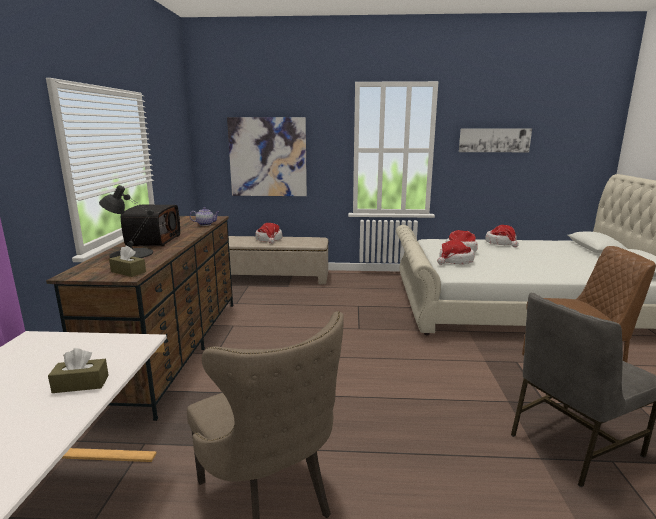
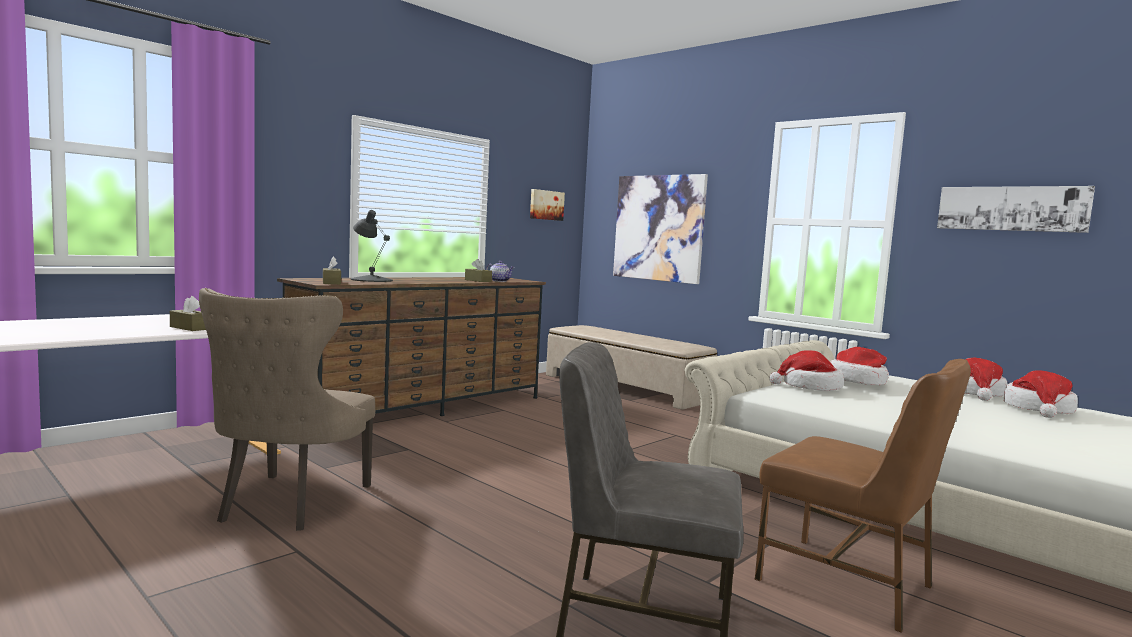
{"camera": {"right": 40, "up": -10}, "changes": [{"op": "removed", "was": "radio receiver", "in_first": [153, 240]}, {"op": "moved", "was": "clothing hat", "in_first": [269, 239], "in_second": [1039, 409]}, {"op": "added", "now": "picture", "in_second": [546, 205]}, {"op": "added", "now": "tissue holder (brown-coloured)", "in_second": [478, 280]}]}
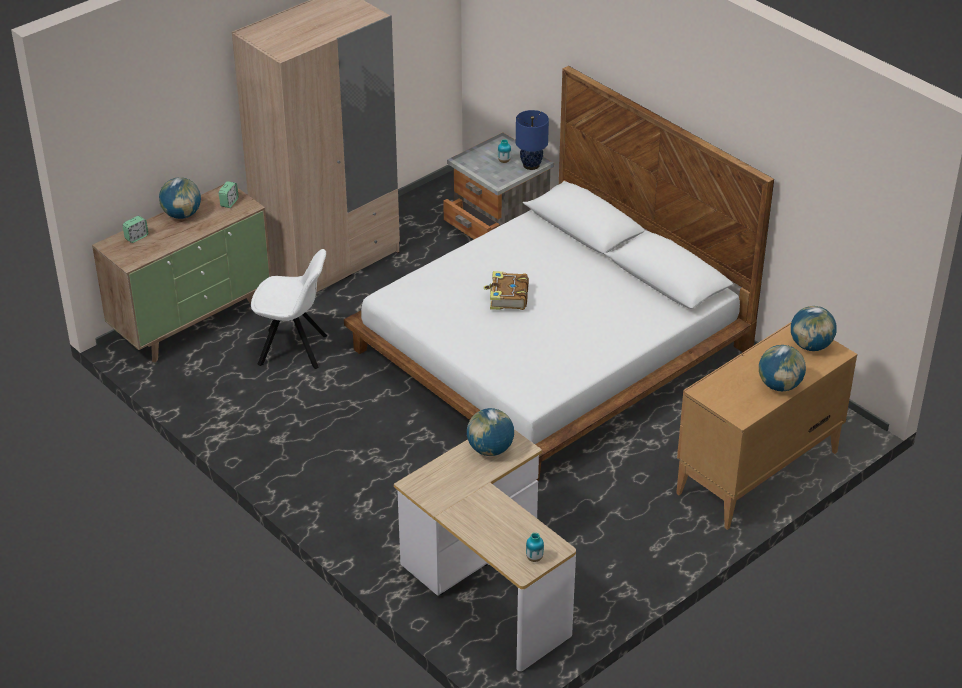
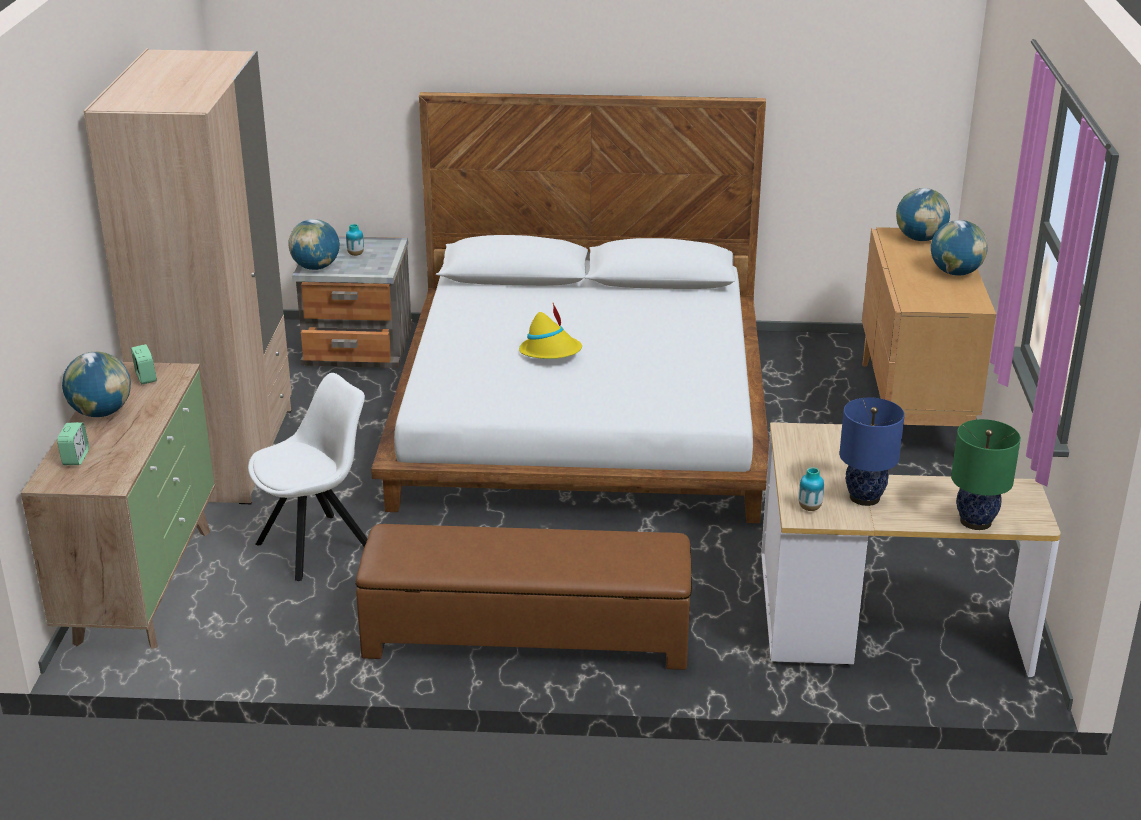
{"camera": {"right": -45, "up": -10}, "changes": [{"op": "moved", "was": "table lamp (bluish)", "in_first": [531, 165], "in_second": [864, 497]}, {"op": "replaced", "was": "bound book", "now": "clothing hat (yellow-coloured)", "in_first": [507, 297], "in_second": [551, 352]}, {"op": "moved", "was": "world globe", "in_first": [490, 449], "in_second": [316, 267]}, {"op": "moved", "was": "decorative vase", "in_first": [534, 558], "in_second": [809, 508]}, {"op": "added", "now": "table lamp (green-coloured)", "in_second": [976, 521]}, {"op": "added", "now": "bench (brown-coloured)", "in_second": [525, 634]}]}
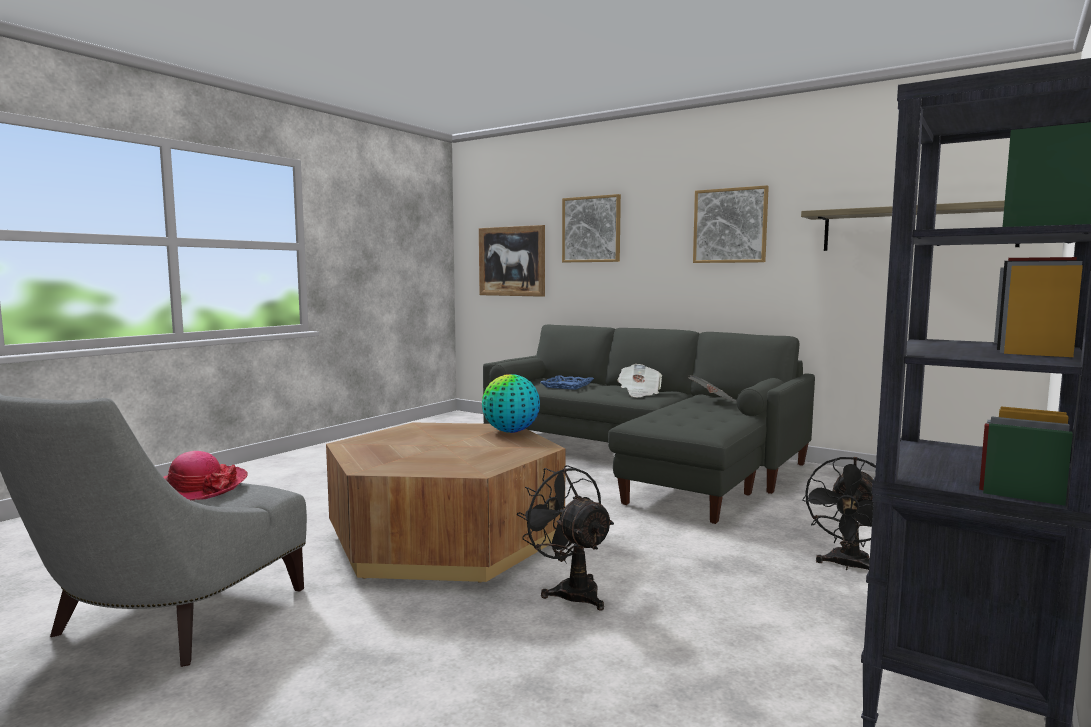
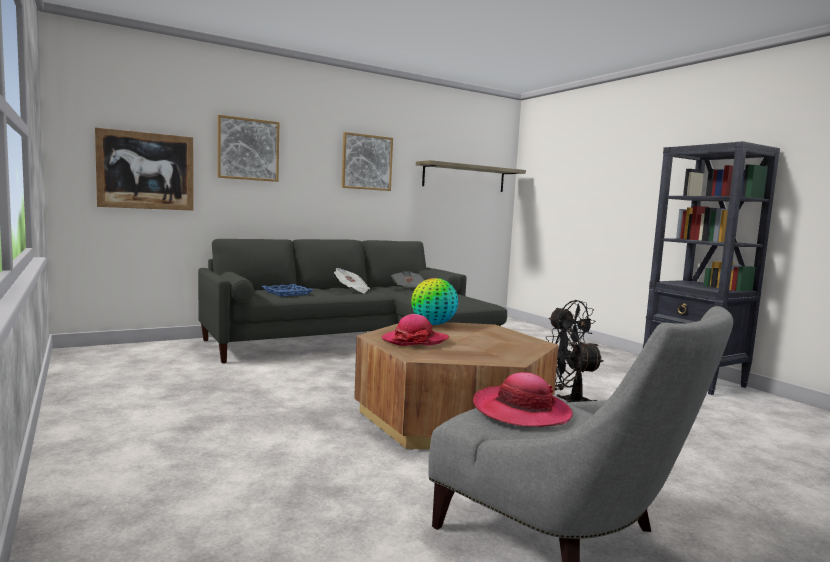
{"camera": {"right": -65, "up": 0}, "changes": [{"op": "added", "now": "clothing hat", "in_second": [415, 340]}]}
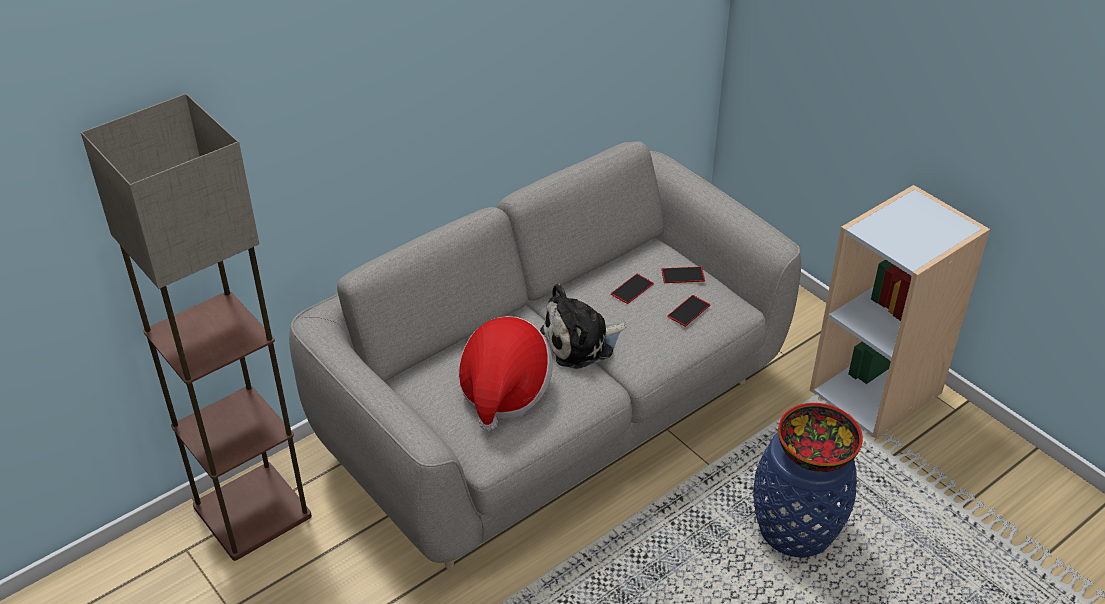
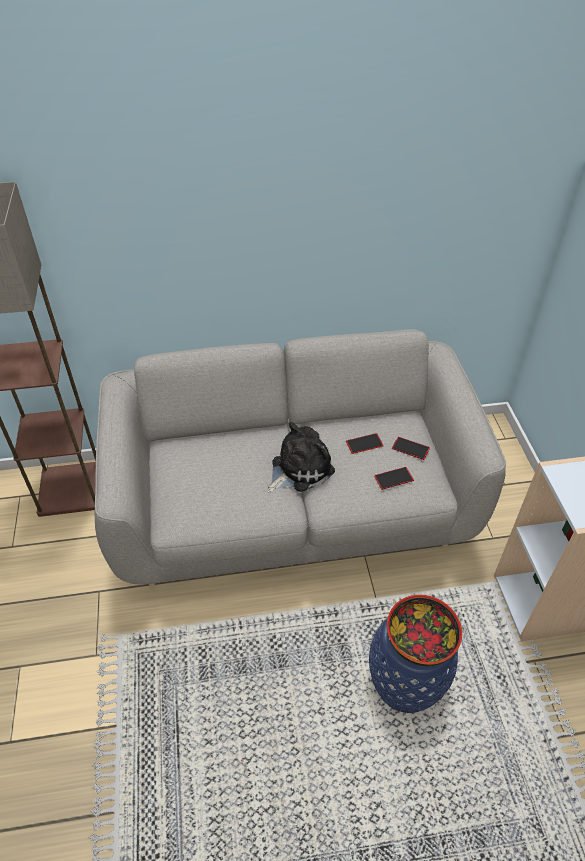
{"camera": {"right": 30, "up": 5}, "changes": [{"op": "turned", "was": "plush toy", "in_first": [582, 342], "in_second": [299, 469], "clockwise": 135}, {"op": "removed", "was": "clothing hat", "in_first": [504, 391]}]}
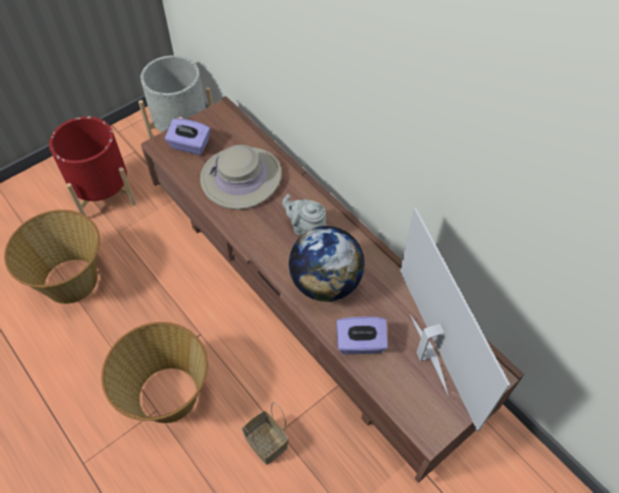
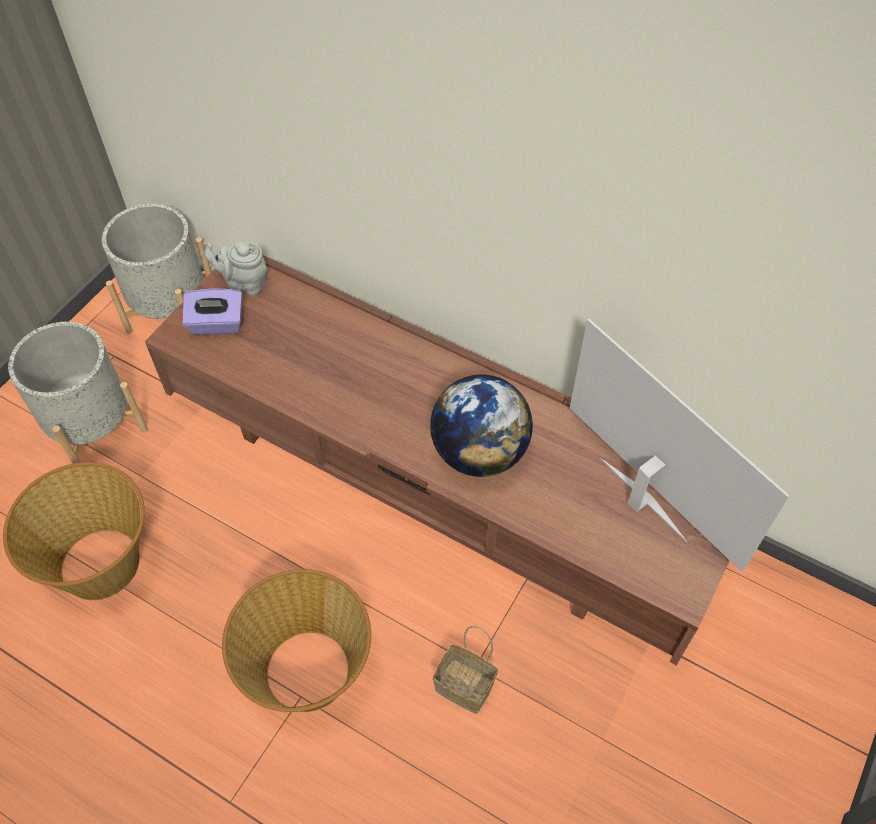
{"camera": {"right": -20, "up": 0}, "changes": [{"op": "recoloured", "was": "planter (red-coloured)", "now": "planter (greyish)", "in_first": [104, 193], "in_second": [94, 428]}, {"op": "removed", "was": "clothing hat (beige)", "in_first": [241, 178]}, {"op": "moved", "was": "tea pot (greyish)", "in_first": [306, 229], "in_second": [244, 283]}, {"op": "removed", "was": "tissue holder (purple)", "in_first": [360, 344]}]}
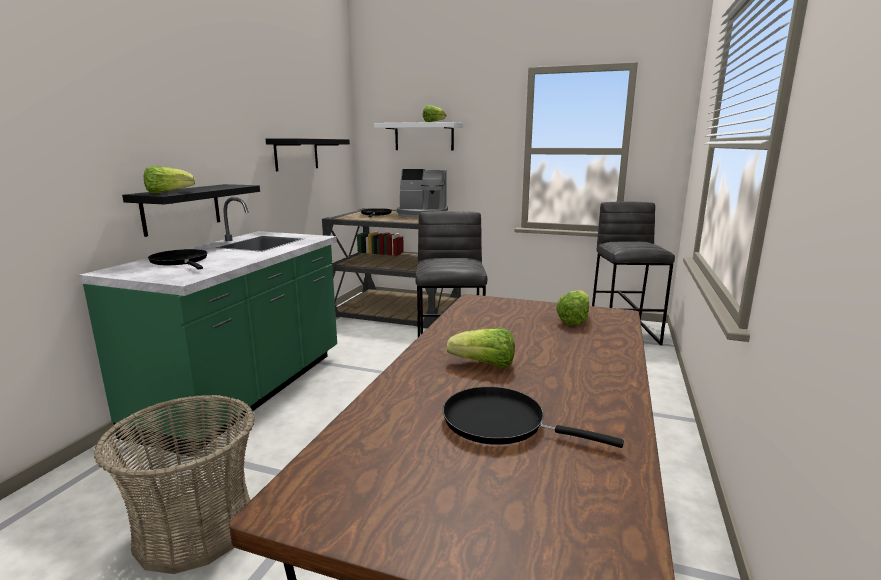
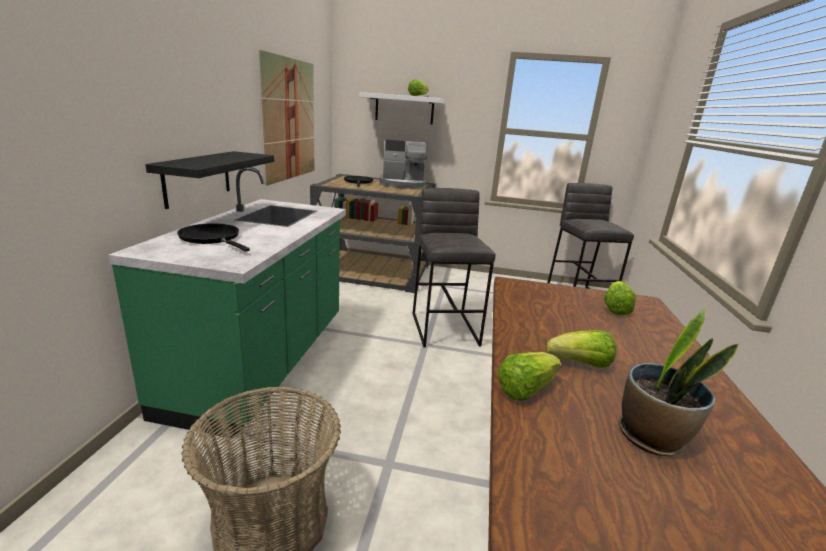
{"camera": {"right": -10, "up": 5}, "changes": [{"op": "replaced", "was": "shelf (blackish)", "now": "picture", "in_first": [296, 154], "in_second": [290, 120]}, {"op": "moved", "was": "head of lettuce", "in_first": [168, 193], "in_second": [525, 389]}, {"op": "replaced", "was": "pan (blackish)", "now": "potted plant", "in_first": [501, 422], "in_second": [651, 437]}]}
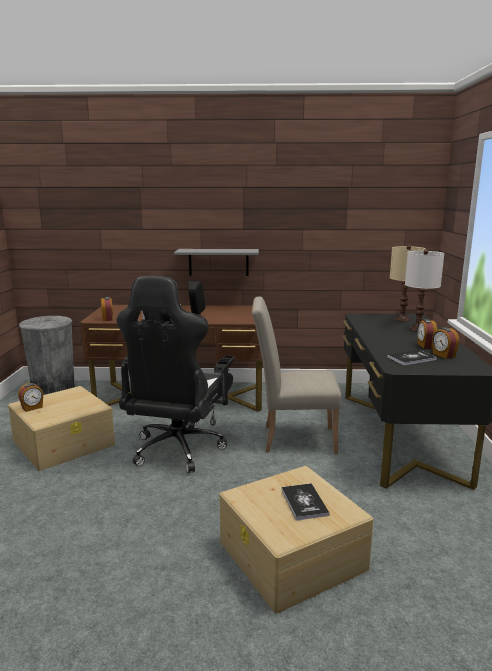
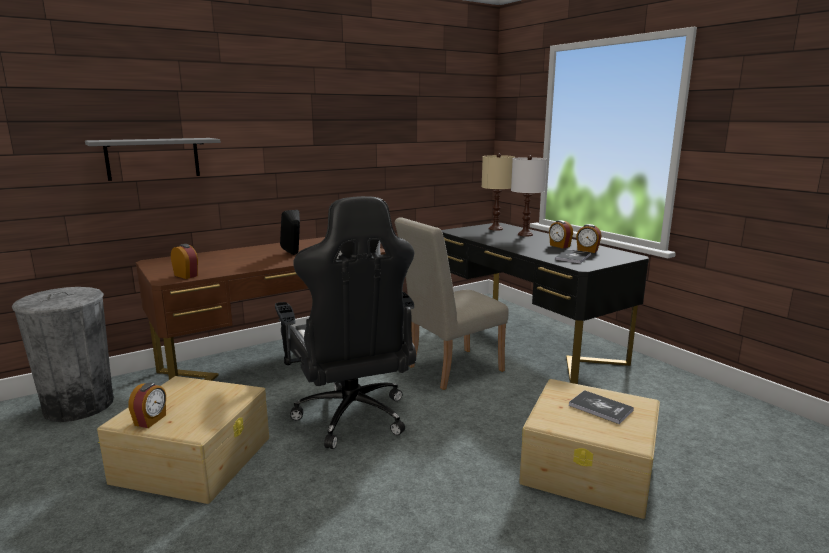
{"camera": {"right": -35, "up": 0}, "changes": [{"op": "moved", "was": "shelf (greyish)", "in_first": [218, 262], "in_second": [153, 158]}]}
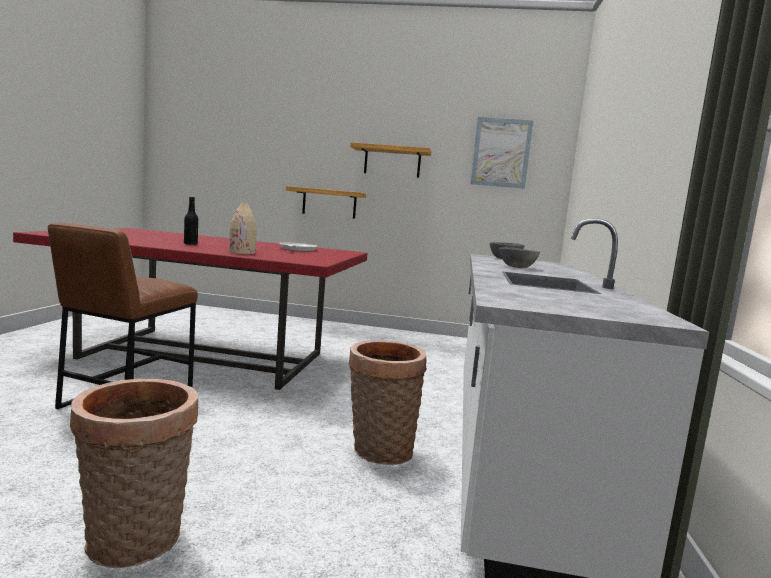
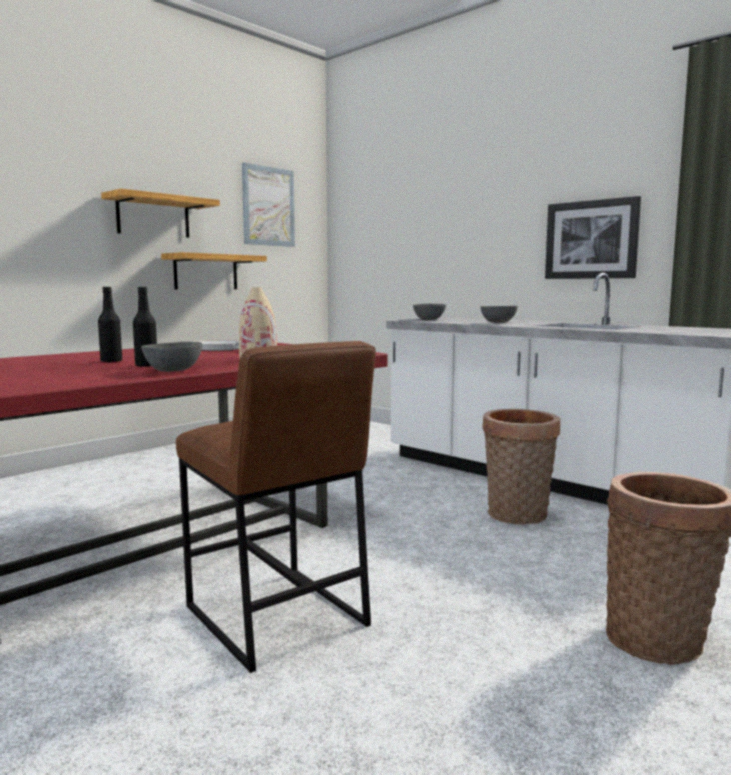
{"camera": {"right": -55, "up": 0}, "changes": [{"op": "moved", "was": "shelf", "in_first": [329, 203], "in_second": [206, 272]}, {"op": "added", "now": "picture", "in_second": [591, 240]}, {"op": "added", "now": "beverage bottle (blackish)", "in_second": [111, 361]}, {"op": "added", "now": "bowl (greyish)", "in_second": [174, 371]}]}
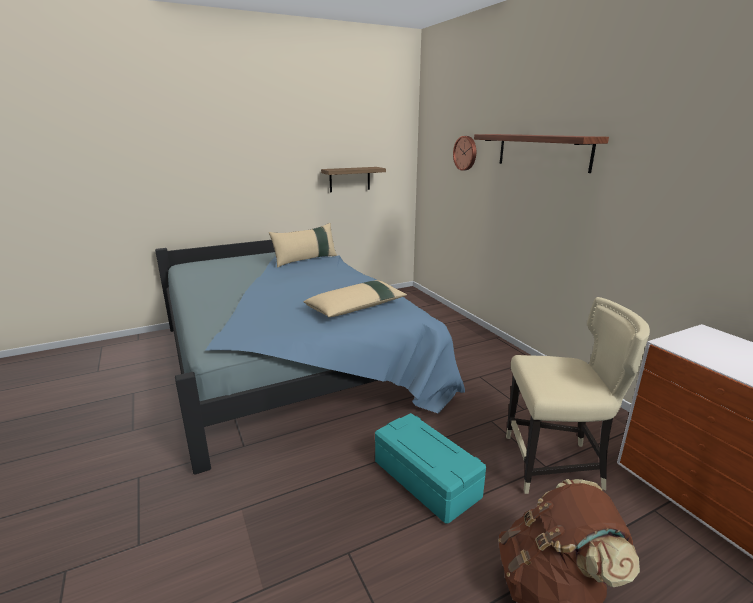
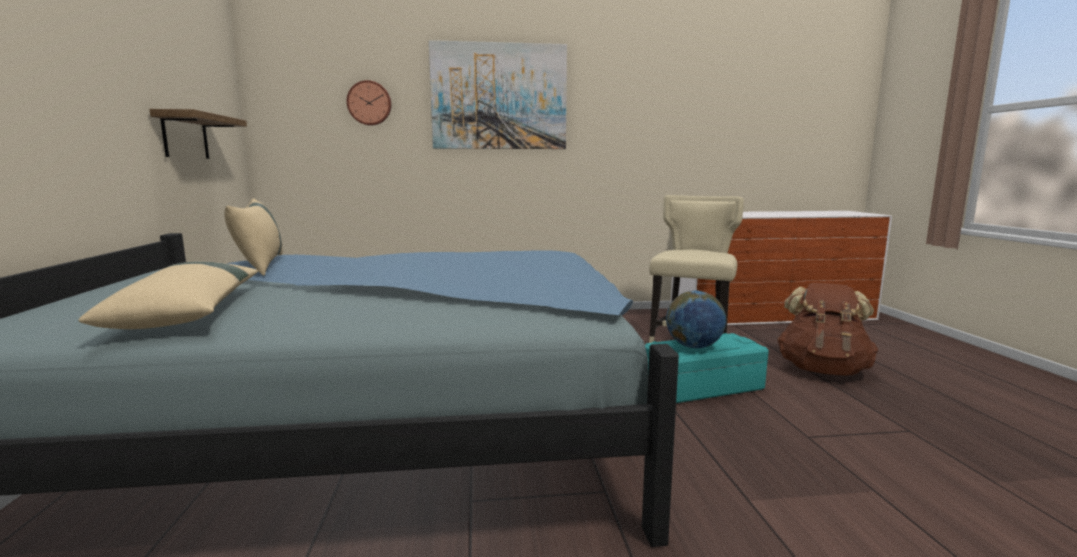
{"camera": {"right": -70, "up": -10}, "changes": [{"op": "replaced", "was": "shelf", "now": "picture", "in_first": [542, 151], "in_second": [499, 97]}, {"op": "moved", "was": "pillow (beige)", "in_first": [357, 307], "in_second": [189, 311]}, {"op": "added", "now": "world globe", "in_second": [694, 346]}]}
